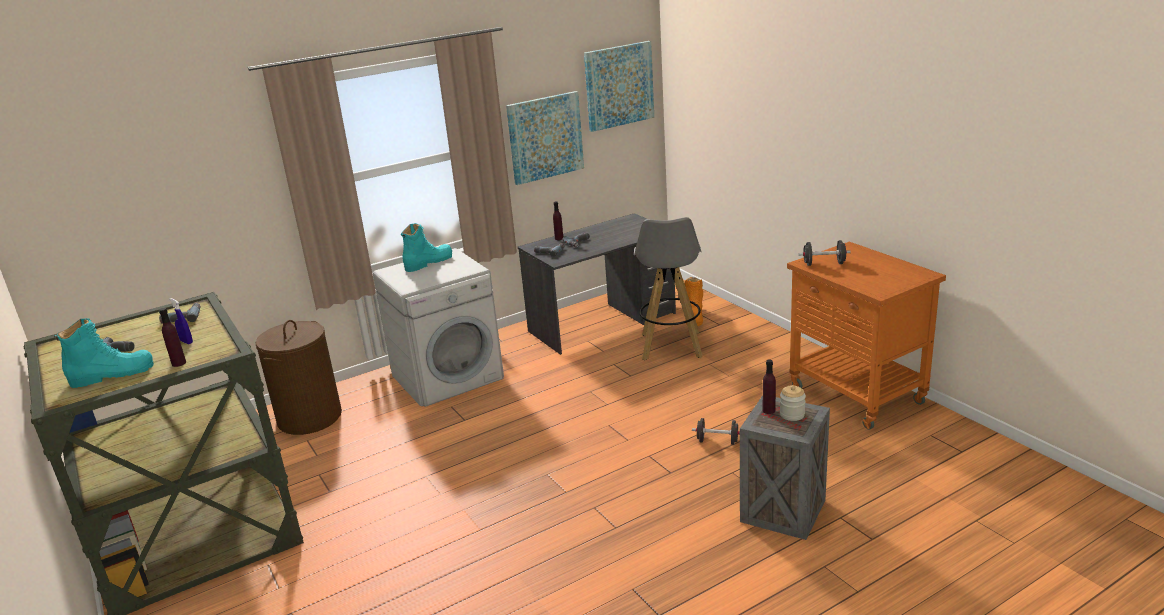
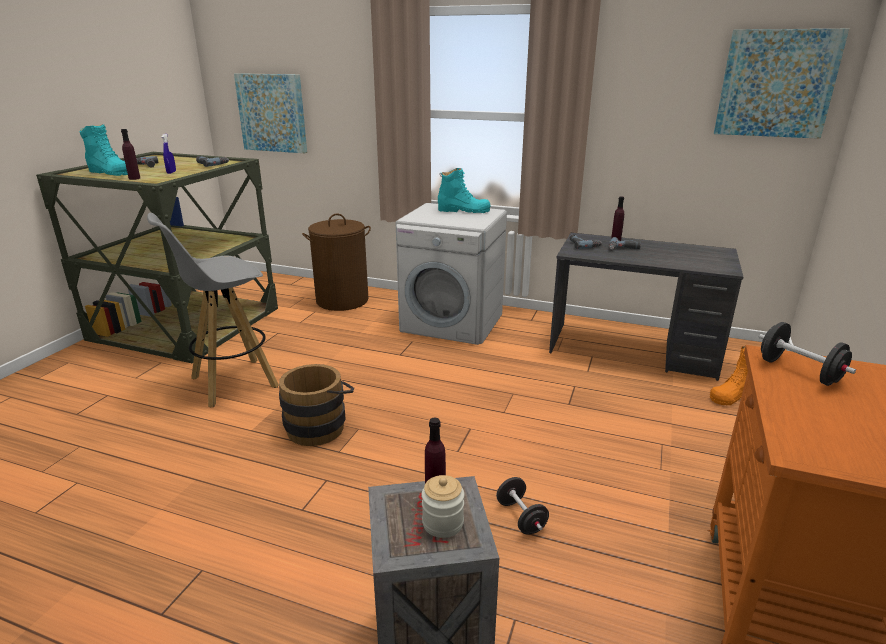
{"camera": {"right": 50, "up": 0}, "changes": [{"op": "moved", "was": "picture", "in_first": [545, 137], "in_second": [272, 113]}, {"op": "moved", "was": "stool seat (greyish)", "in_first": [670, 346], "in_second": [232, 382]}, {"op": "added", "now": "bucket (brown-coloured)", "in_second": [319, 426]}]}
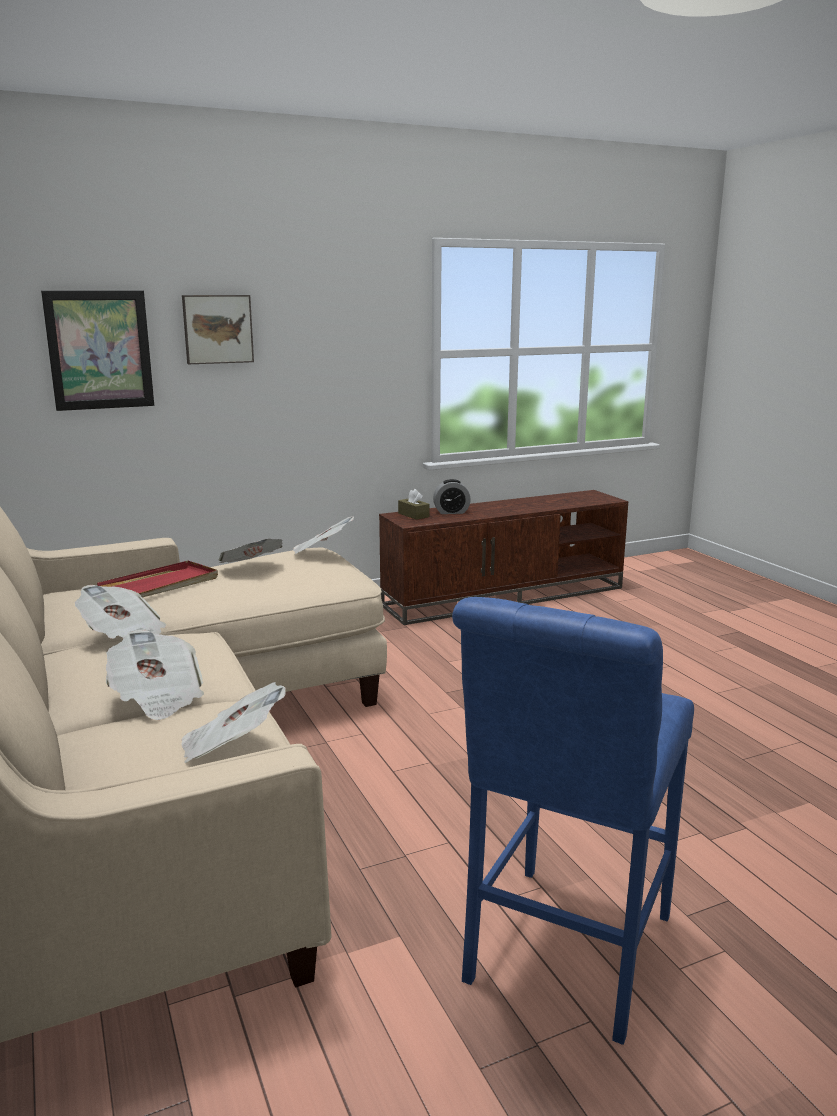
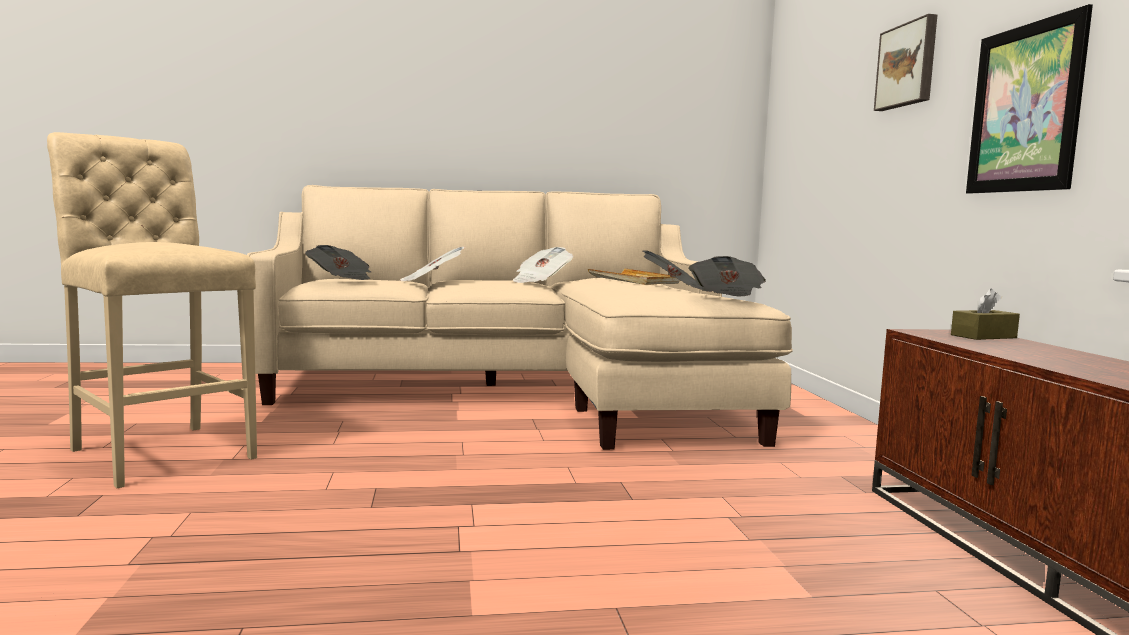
{"camera": {"right": 105, "up": -10}, "changes": [{"op": "moved", "was": "picture", "in_first": [99, 350], "in_second": [1025, 108]}, {"op": "removed", "was": "table clock", "in_first": [451, 512]}, {"op": "recoloured", "was": "tray (red-coloured)", "now": "tray (beige)", "in_first": [161, 585], "in_second": [633, 280]}, {"op": "recoloured", "was": "stool seat (bluish)", "now": "stool seat (beige)", "in_first": [563, 955], "in_second": [160, 451]}]}
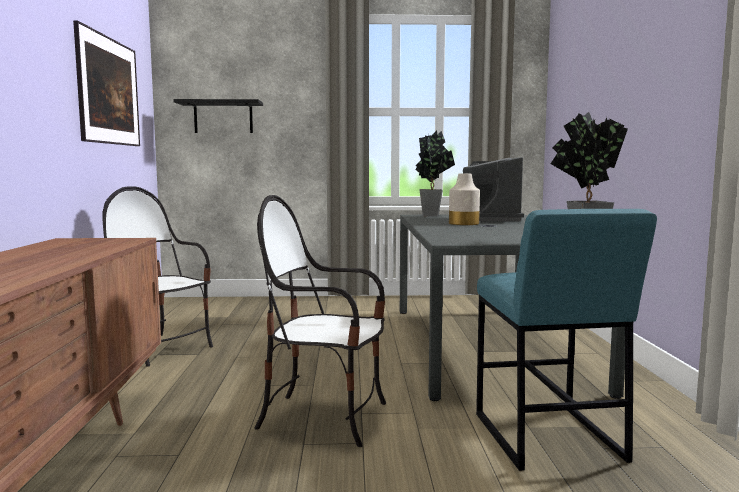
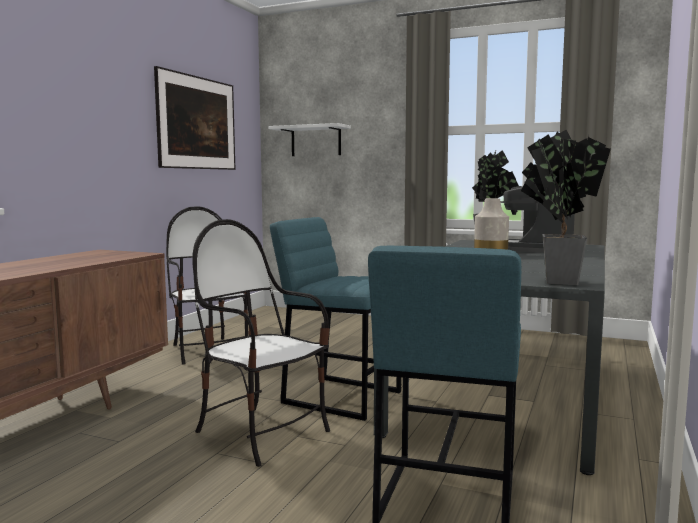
{"camera": {"right": 25, "up": 0}, "changes": [{"op": "recoloured", "was": "shelf (blackish)", "now": "shelf (white-coloured)", "in_first": [223, 117], "in_second": [316, 141]}, {"op": "added", "now": "stool seat (bluish)", "in_second": [339, 397]}]}
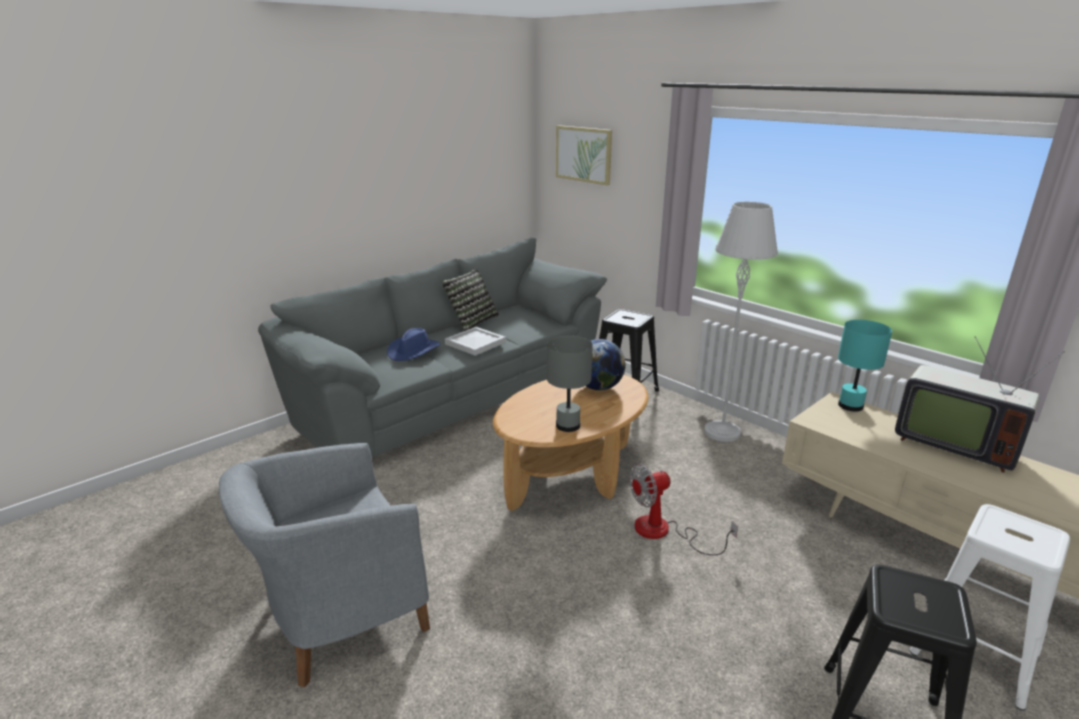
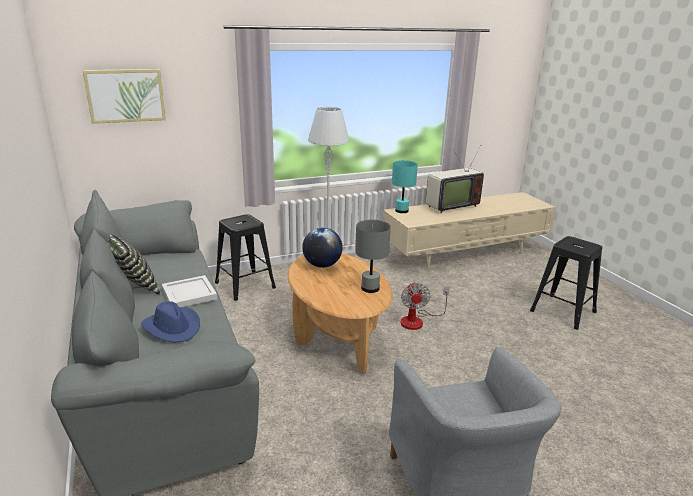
{"camera": {"right": -70, "up": 0}, "changes": [{"op": "removed", "was": "stool seat (white-coloured)", "in_first": [975, 650]}]}
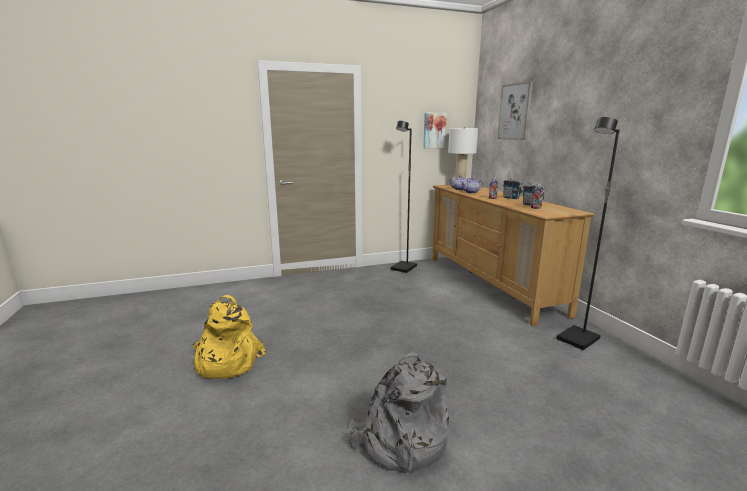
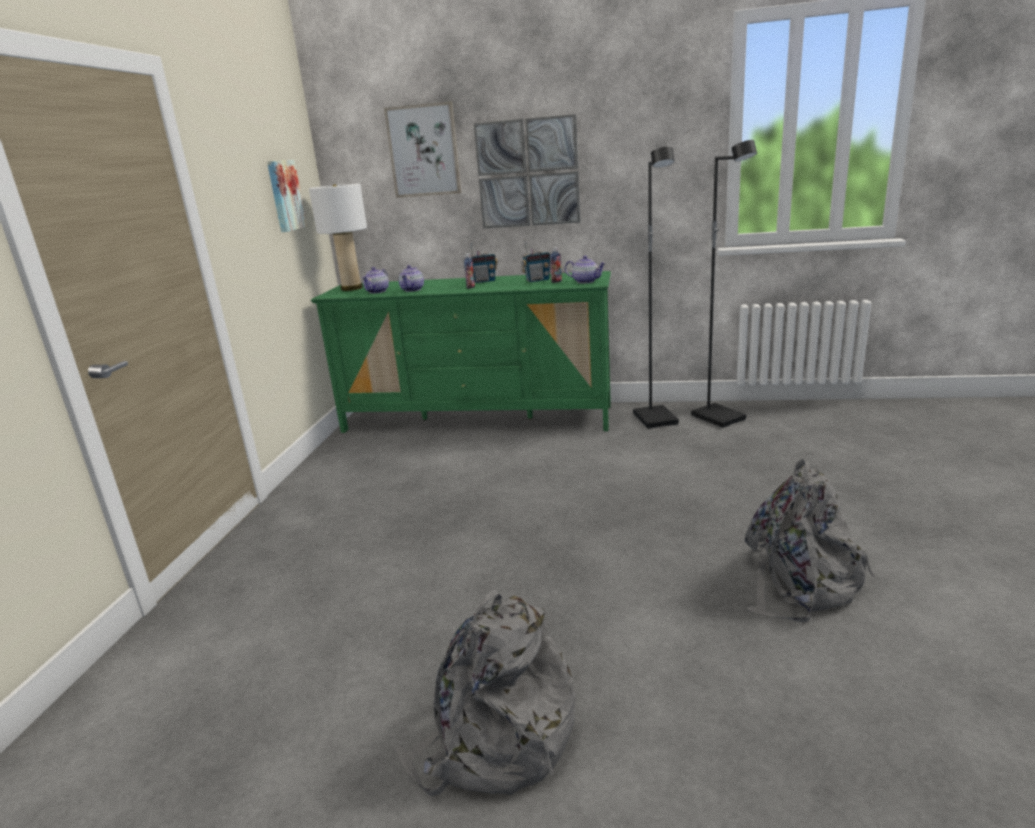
{"camera": {"right": -60, "up": 5}, "changes": [{"op": "moved", "was": "standard lamp (blackish)", "in_first": [404, 268], "in_second": [719, 418]}, {"op": "recoloured", "was": "drawer chest (brown-coloured)", "now": "drawer chest (green-coloured)", "in_first": [490, 284], "in_second": [477, 419]}, {"op": "recoloured", "was": "knapsack (yellow-coloured)", "now": "knapsack (greyish)", "in_first": [226, 362], "in_second": [495, 740]}, {"op": "added", "now": "picture", "in_second": [528, 173]}, {"op": "added", "now": "tea pot", "in_second": [586, 281]}]}
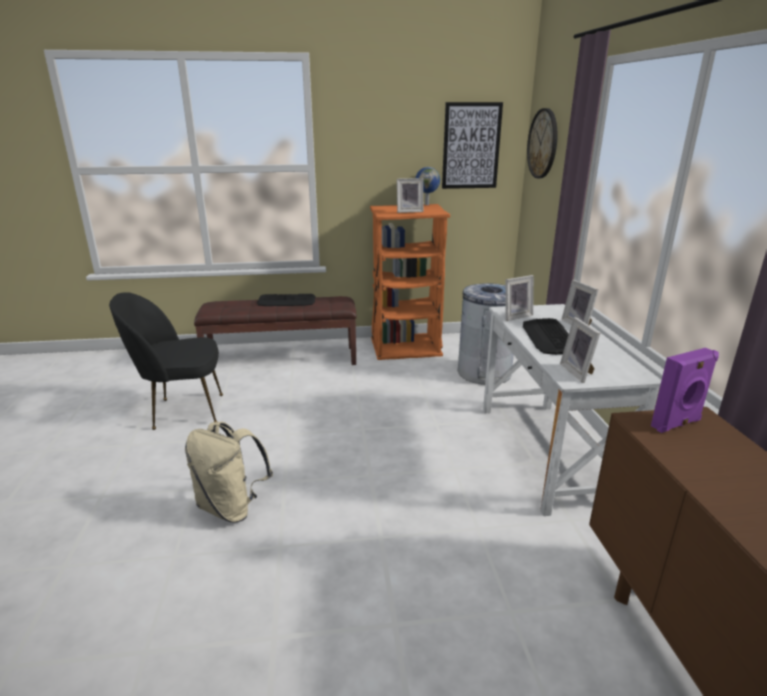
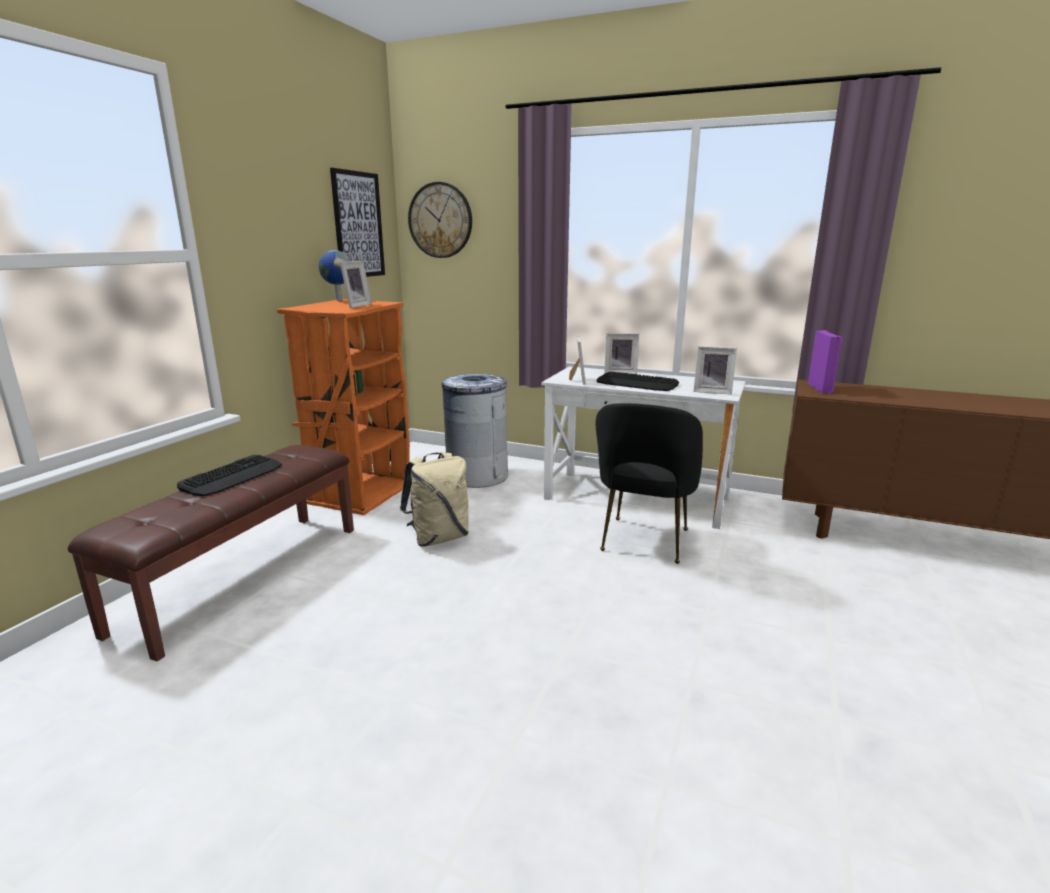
{"camera": {"right": -60, "up": -5}, "changes": [{"op": "moved", "was": "upright chair (blackish)", "in_first": [182, 412], "in_second": [643, 544]}, {"op": "moved", "was": "knapsack (beige)", "in_first": [231, 507], "in_second": [439, 538]}]}
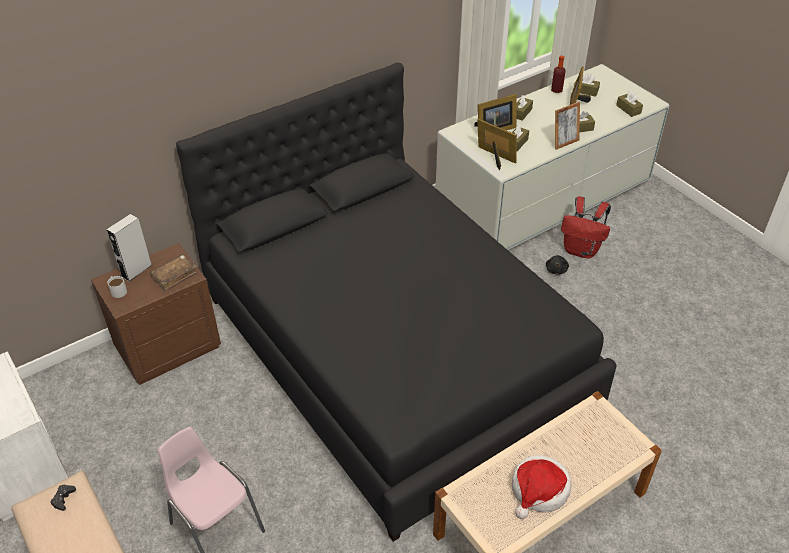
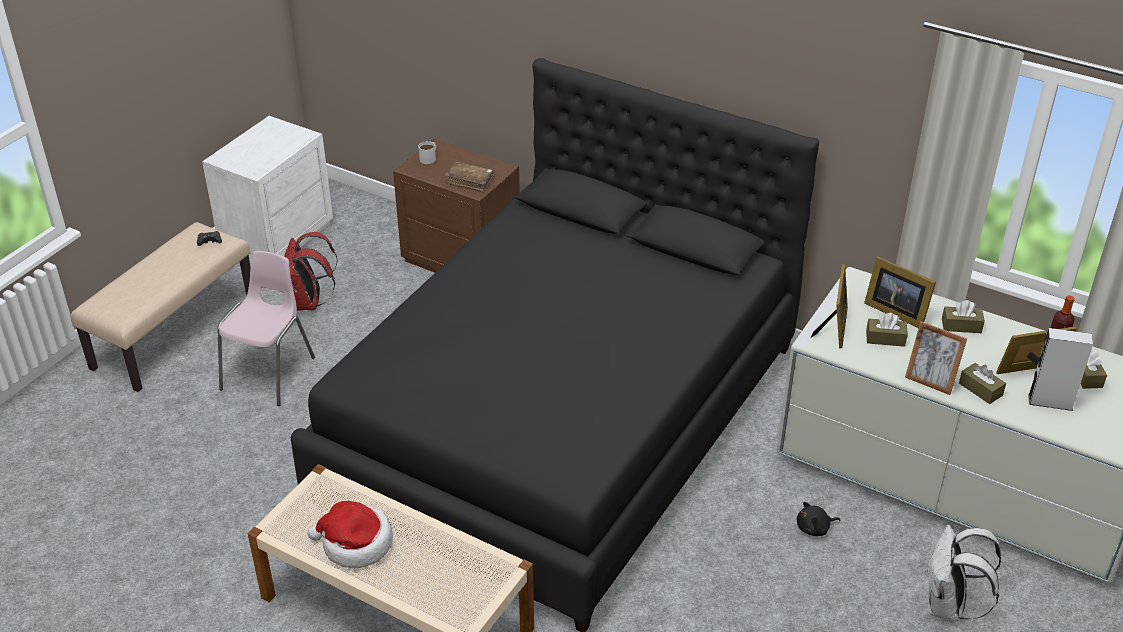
{"camera": {"right": 65, "up": -5}, "changes": [{"op": "removed", "was": "tissue holder (brown-coloured)", "in_first": [628, 109]}, {"op": "moved", "was": "knapsack (red-coloured)", "in_first": [581, 250], "in_second": [309, 303]}, {"op": "moved", "was": "loudspeaker (greyish)", "in_first": [136, 270], "in_second": [1050, 402]}, {"op": "added", "now": "knapsack (white-coloured)", "in_second": [948, 606]}]}
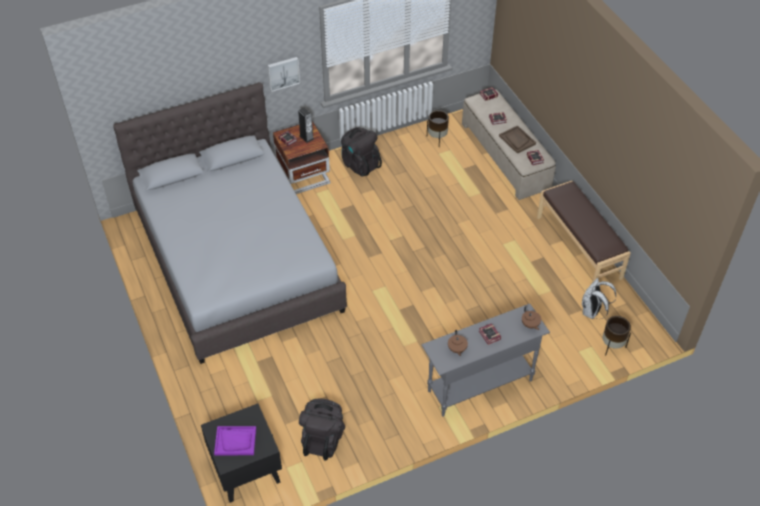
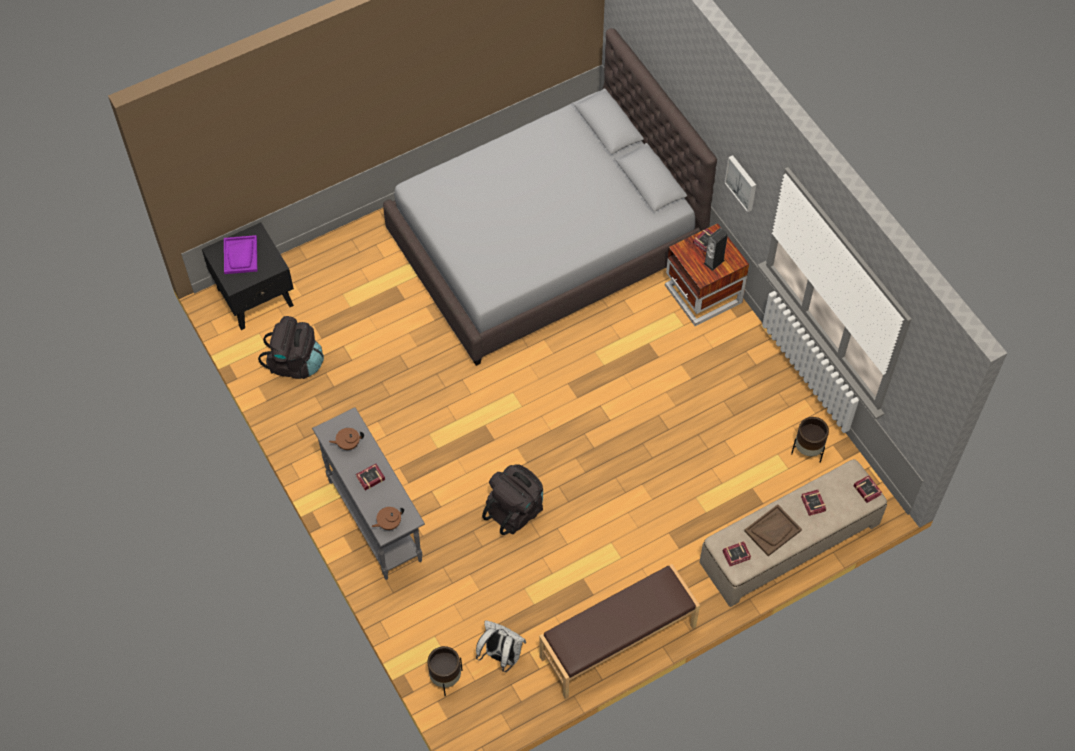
{"camera": {"right": 85, "up": 10}, "changes": [{"op": "moved", "was": "knapsack (blackish)", "in_first": [360, 164], "in_second": [516, 510]}]}
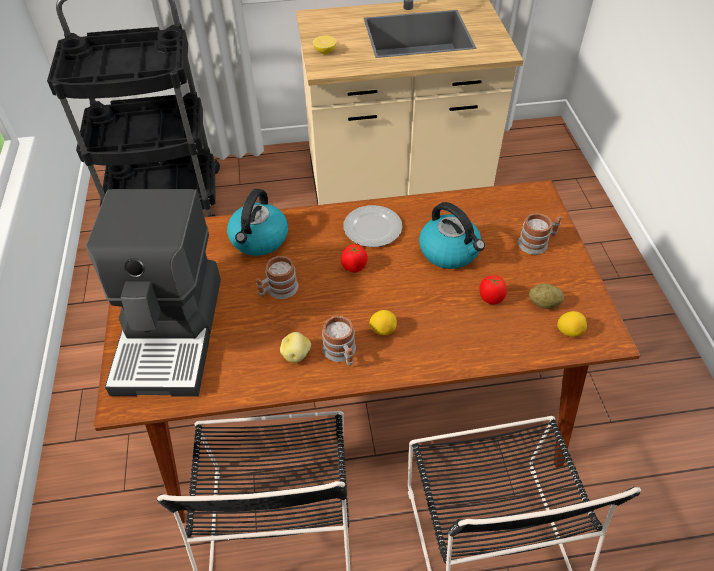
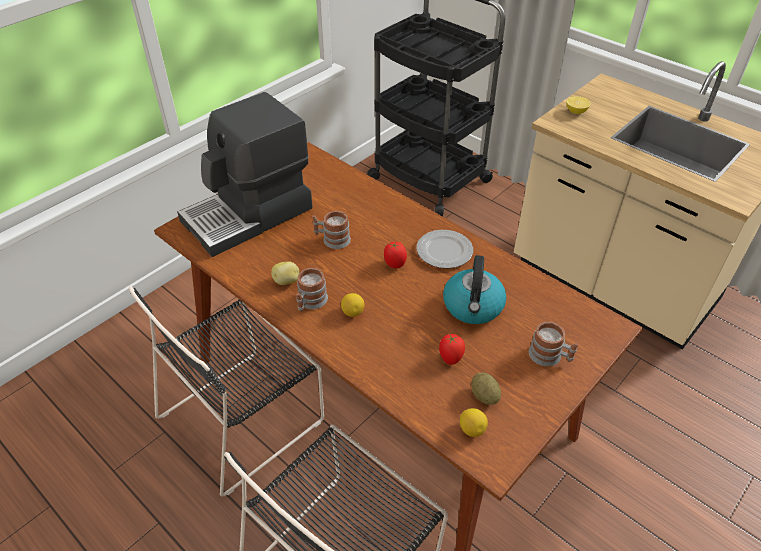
{"camera": {"right": 50, "up": -5}, "changes": [{"op": "removed", "was": "kettle", "in_first": [259, 239]}]}
